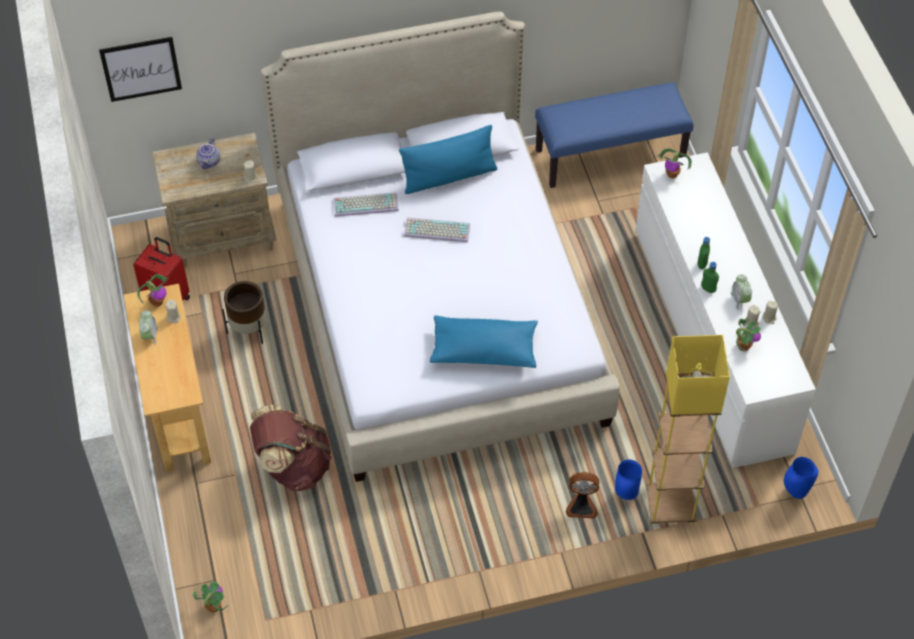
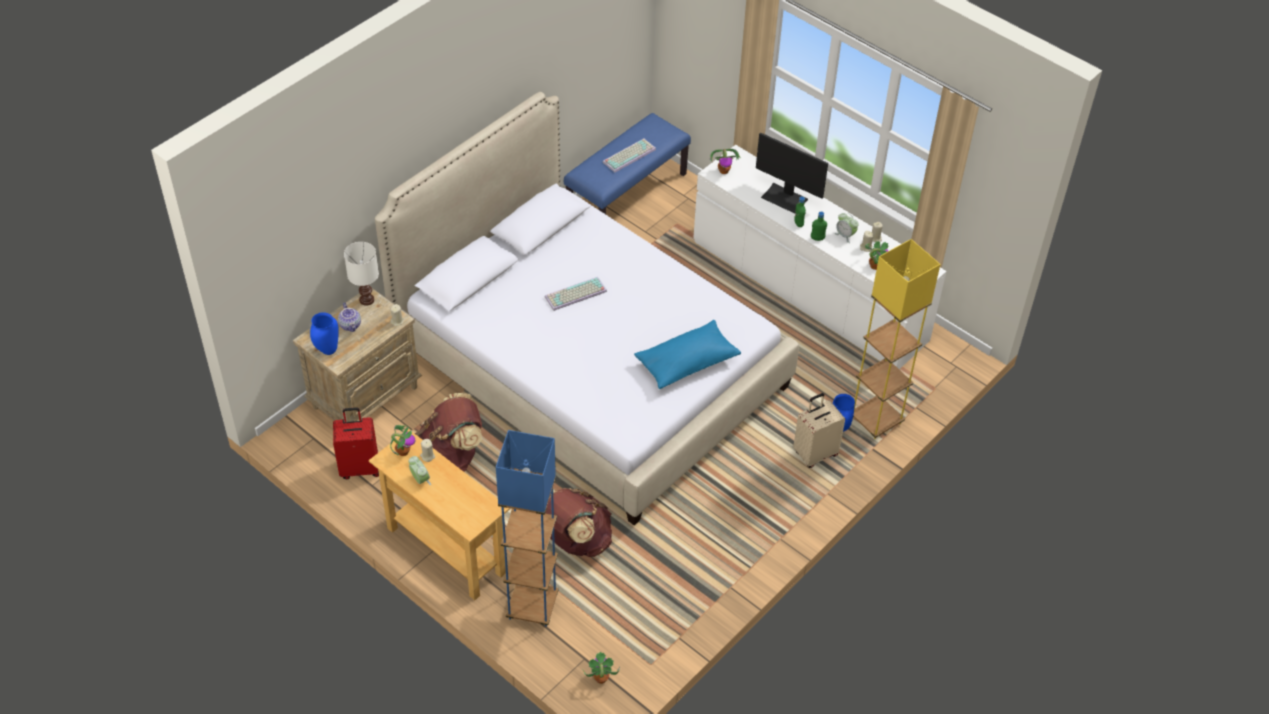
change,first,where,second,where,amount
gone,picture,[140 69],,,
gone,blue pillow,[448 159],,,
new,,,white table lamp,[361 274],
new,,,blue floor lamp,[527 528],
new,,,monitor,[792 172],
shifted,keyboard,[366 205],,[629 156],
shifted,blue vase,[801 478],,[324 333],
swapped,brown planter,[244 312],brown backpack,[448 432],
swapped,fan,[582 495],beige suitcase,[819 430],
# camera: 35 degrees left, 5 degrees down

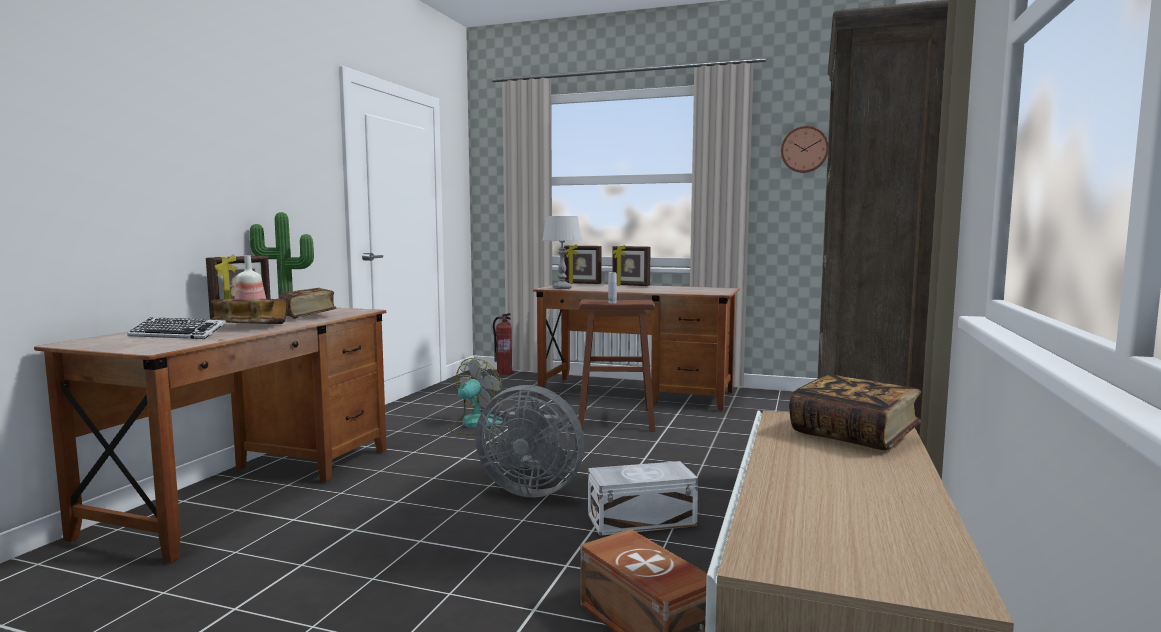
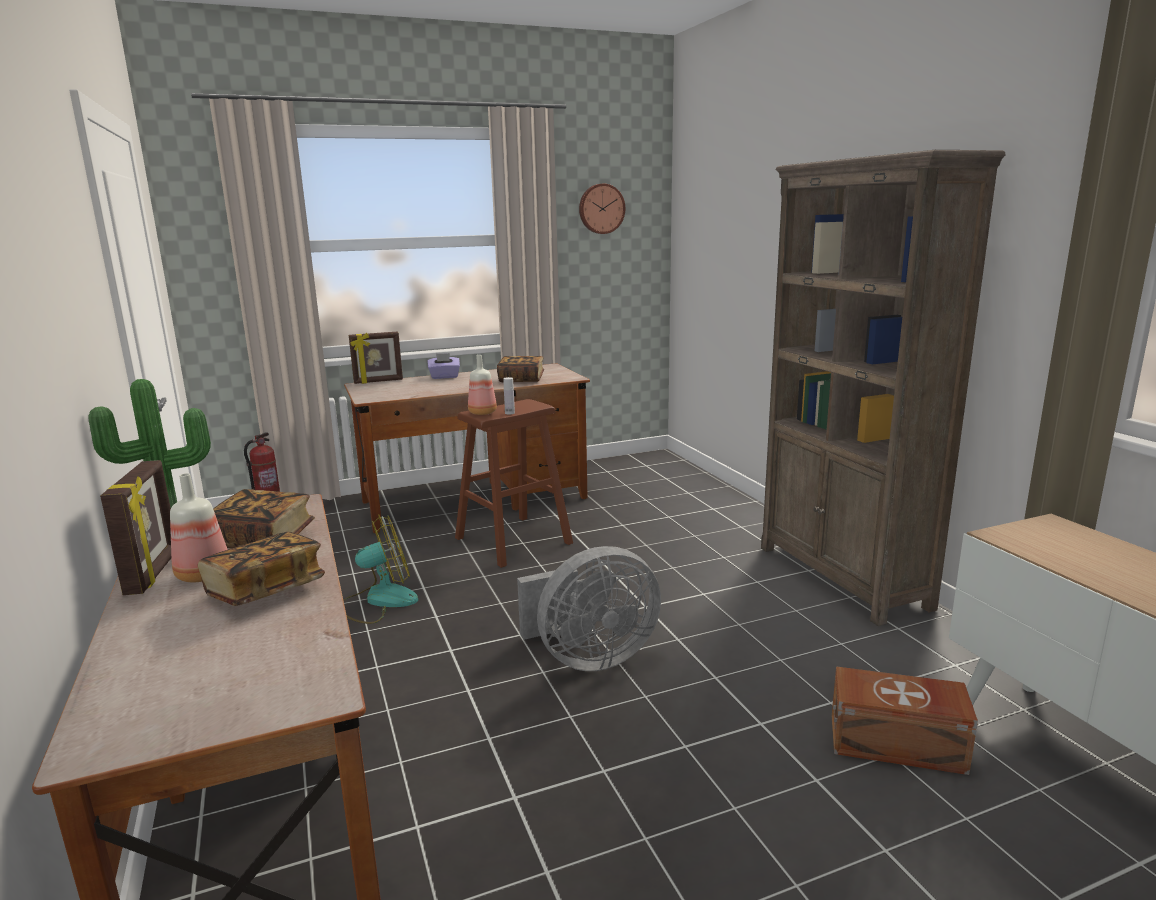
change,first,where,second,where,amount
gone,keyboard,[176 328],,,
gone,grey table lamp,[562 252],,,
gone,white storage box,[643 498],,,
new,,,bottle,[482 385],
shifted,book,[855 412],,[520 369],
swapped,picture frame,[631 265],purple tissue box,[444 366],
rotated,fan,[475 396],,[380 569],75 degrees clockwise
# camera: 40 degrees left, 10 degrees up

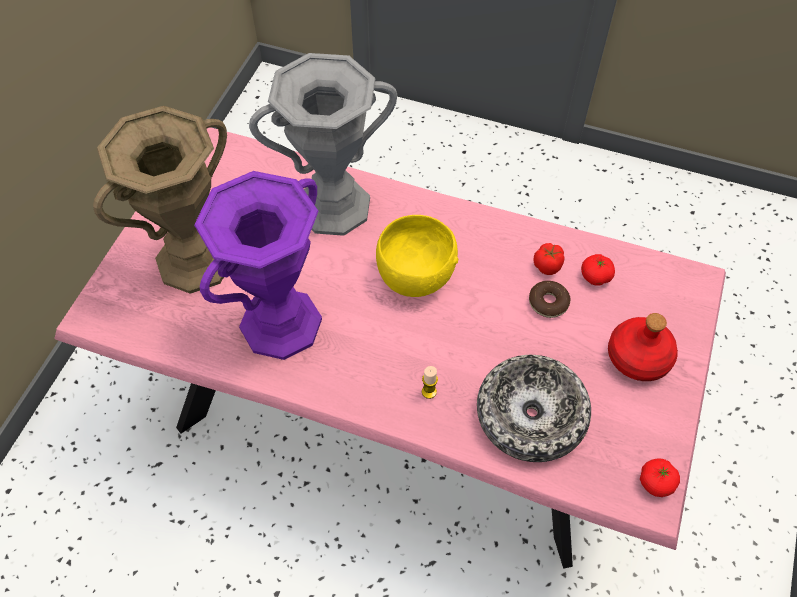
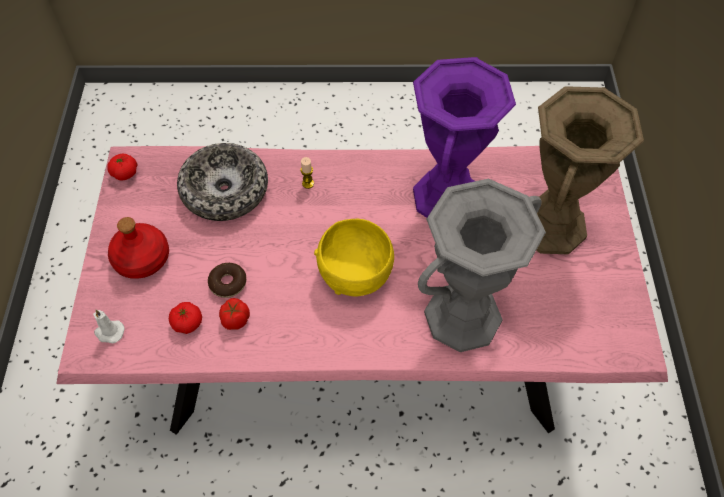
change,first,where,second,where,amount
new,,,white candle,[109 326],
# camera: 160 degrees right, 0 degrees up

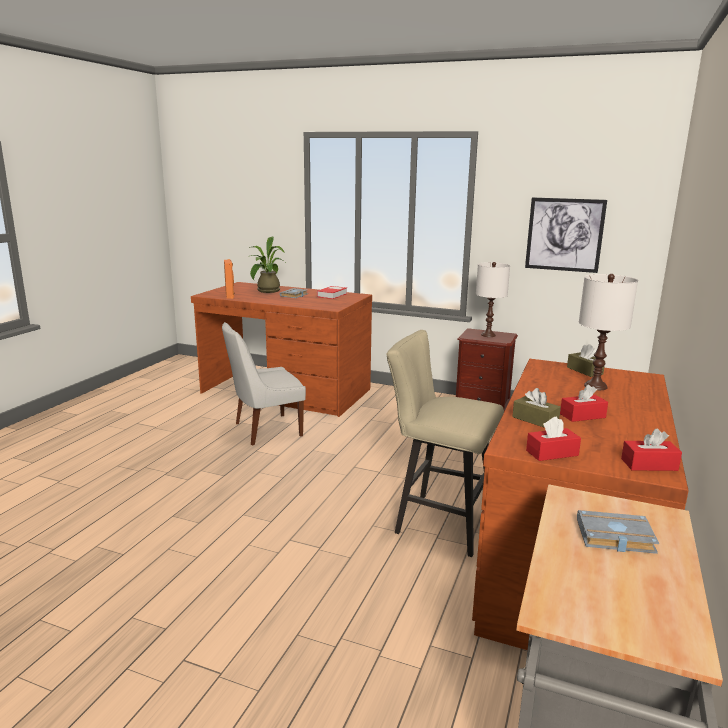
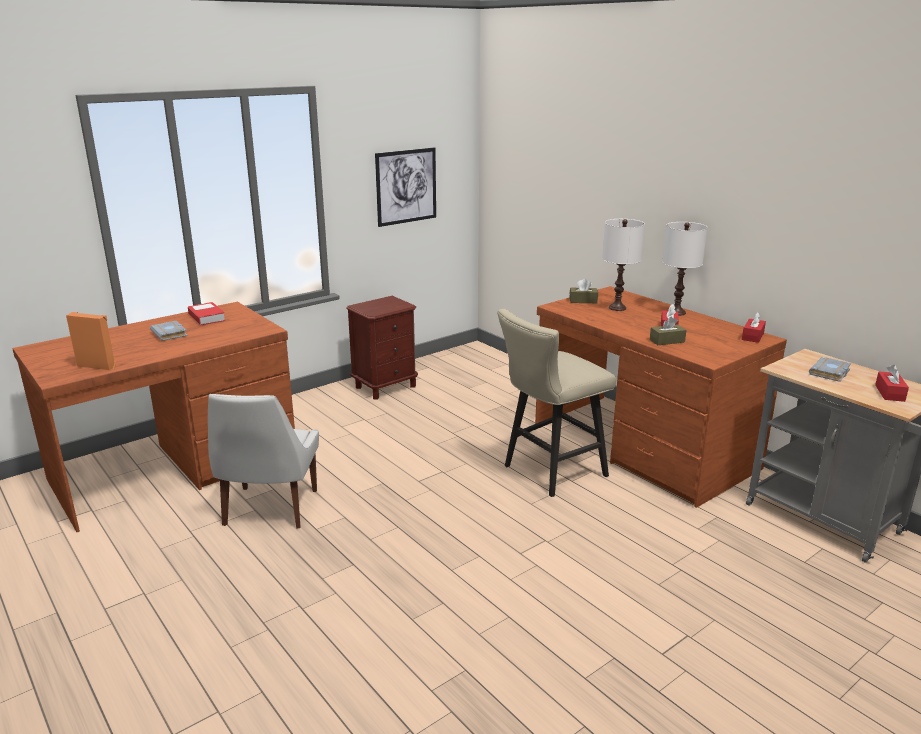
change,first,where,second,where,amount
gone,potted plant,[267 265],,,
shifted,white table lamp,[493 299],,[685 269],
shifted,red tissue box,[553 438],,[892 383],
# camera: 60 degrees left, 5 degrees up

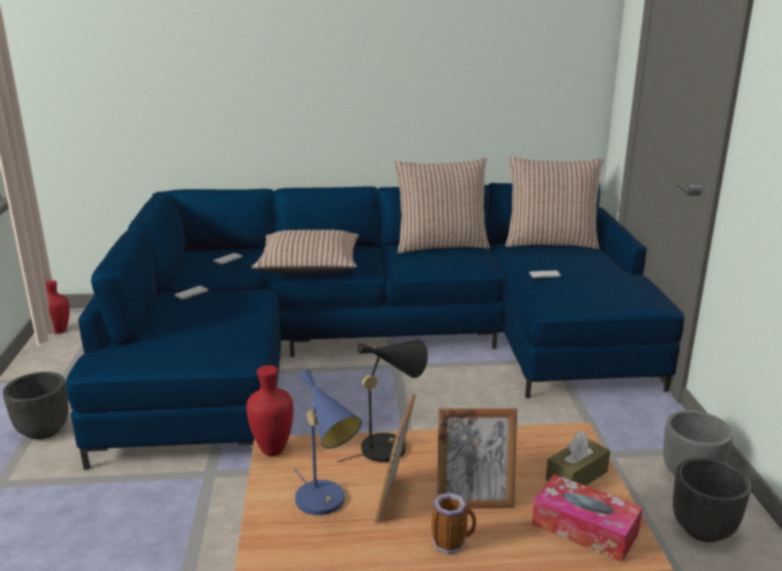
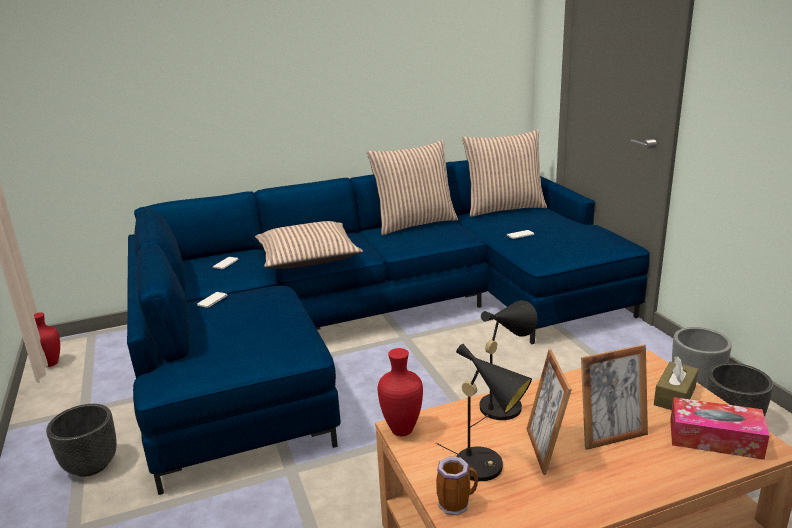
change,first,where,second,where,amount
shifted,mug,[454 523],,[457 485],
repainted,blue table lamp,[328 442],black table lamp,[484 412],
# camera: 15 degrees left, 0 degrees up

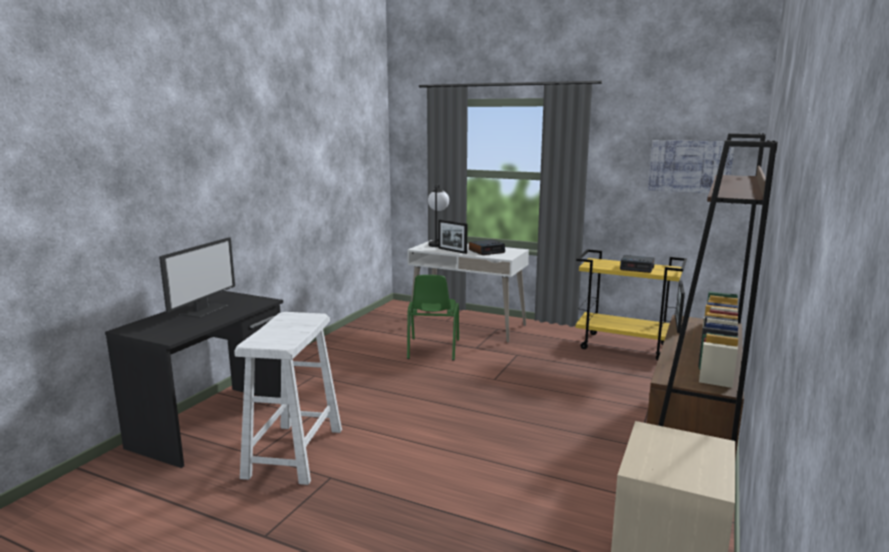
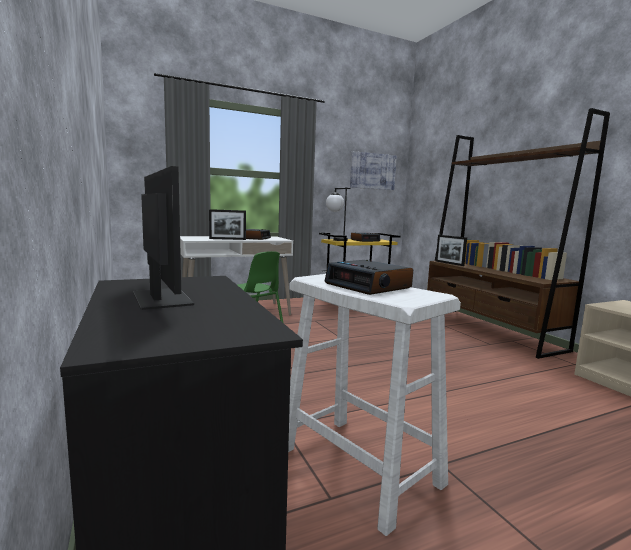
change,first,where,second,where,amount
new,,,alarm clock,[369 277],
shifted,table lamp,[438 215],,[338 214],
# camera: 50 degrees left, 5 degrees down

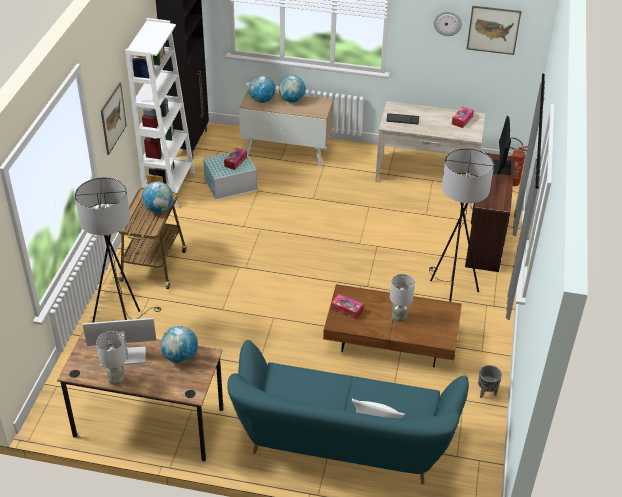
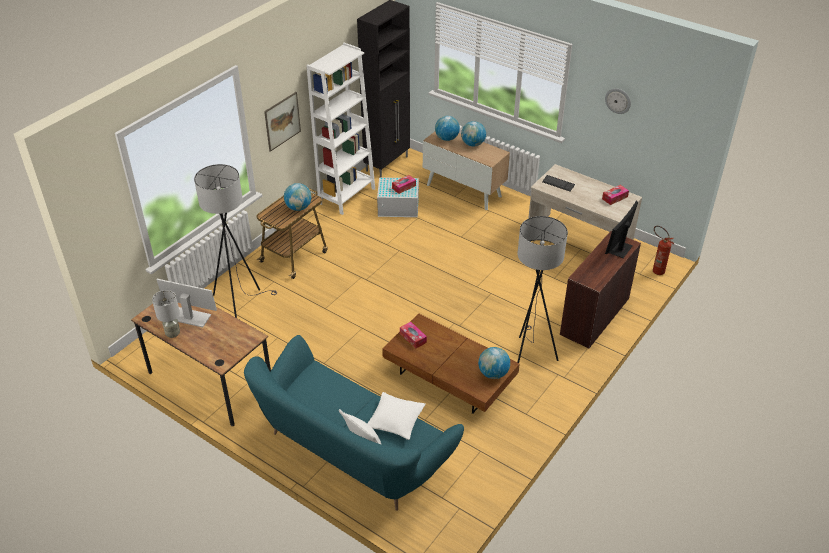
change,first,where,second,where,amount
gone,grey table lamp,[402 298],,,
gone,picture,[494 30],,,
gone,grey planter,[490 382],,,
new,,,white pillow,[396 416],
shifted,globe,[179 344],,[494 363],
# camera: 25 degrees right, 0 degrees up

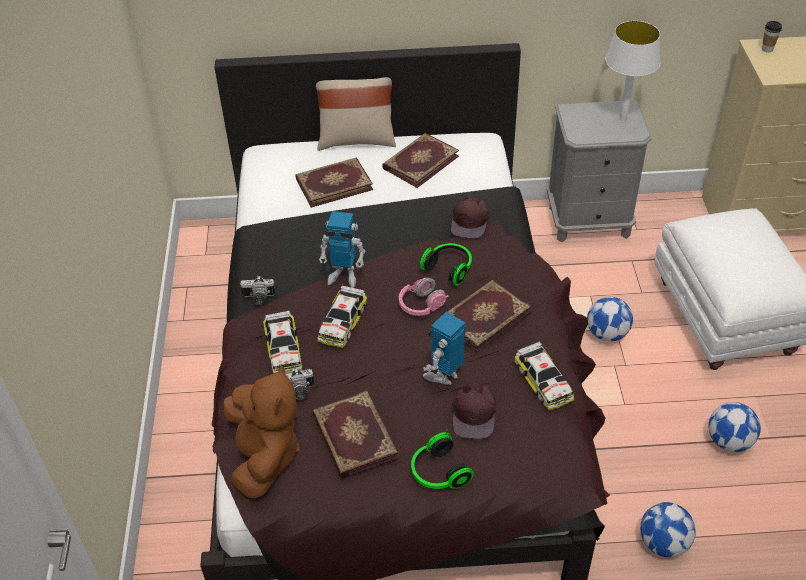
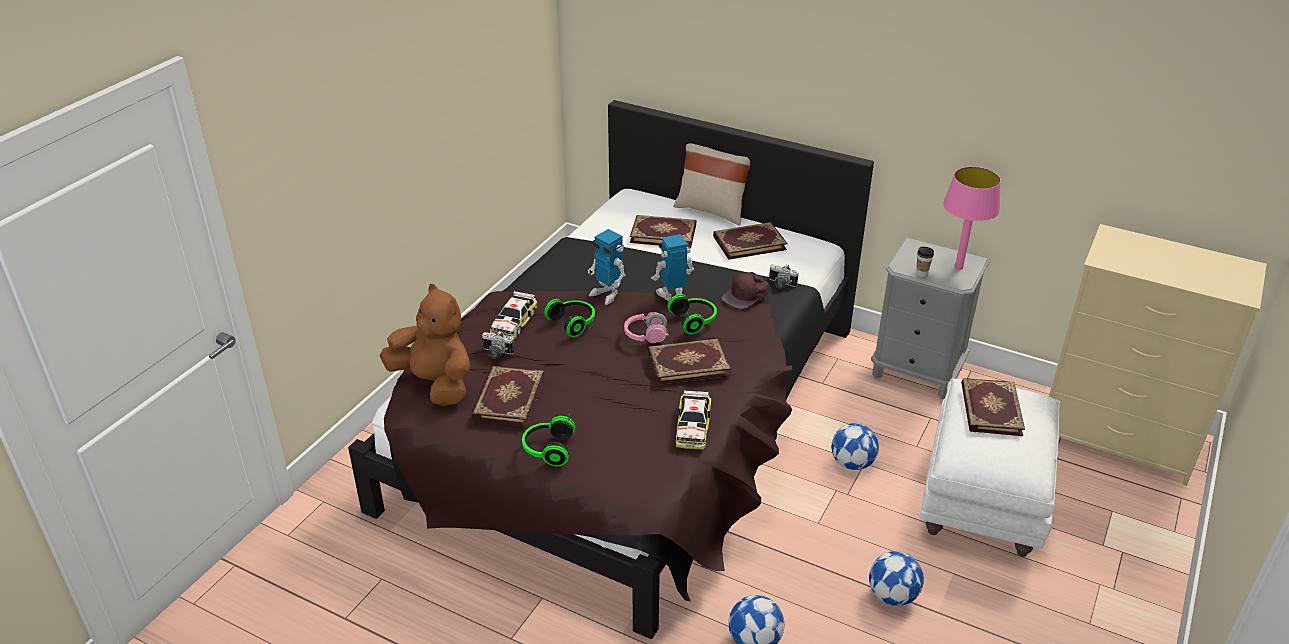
change,first,where,second,where,amount
gone,brown cap,[474 411],,,
new,,,book,[993 407],
shifted,photo camera,[258 290],,[784 276],
shifted,toy robot,[444 348],,[672 267],
shifted,cup,[772 36],,[925 261],
swapped,toy car,[342 317],headphones,[569 318],
repainted,white table lamp,[632 71],pink table lamp,[972 218],
rotated,brown plush toy,[261 431],,[425 345],75 degrees counterclockwise
# camera: 30 degrees right, 10 degrees down

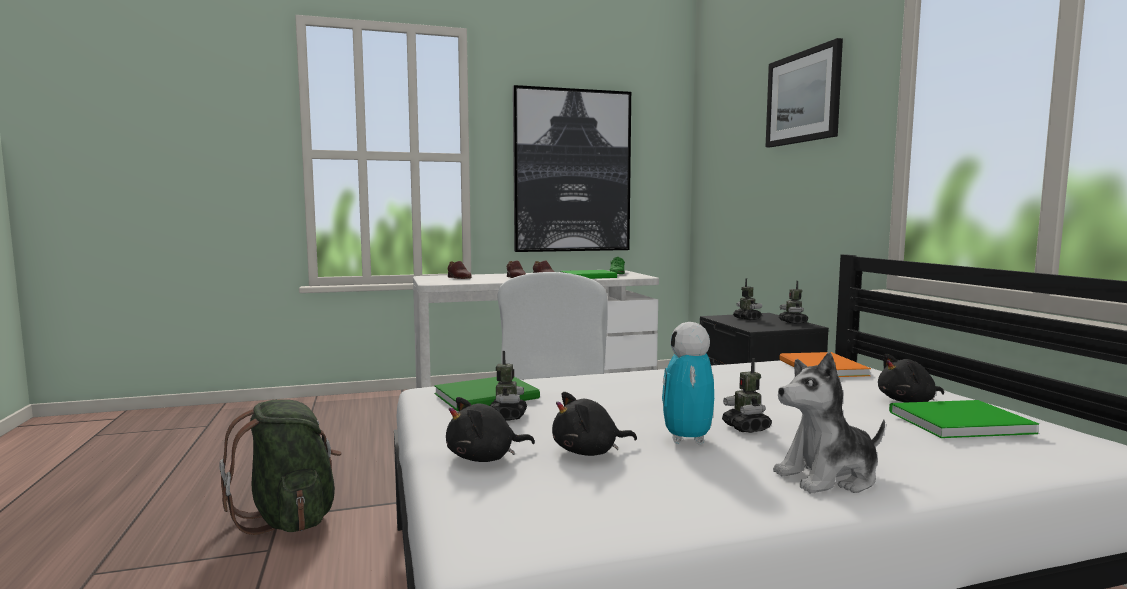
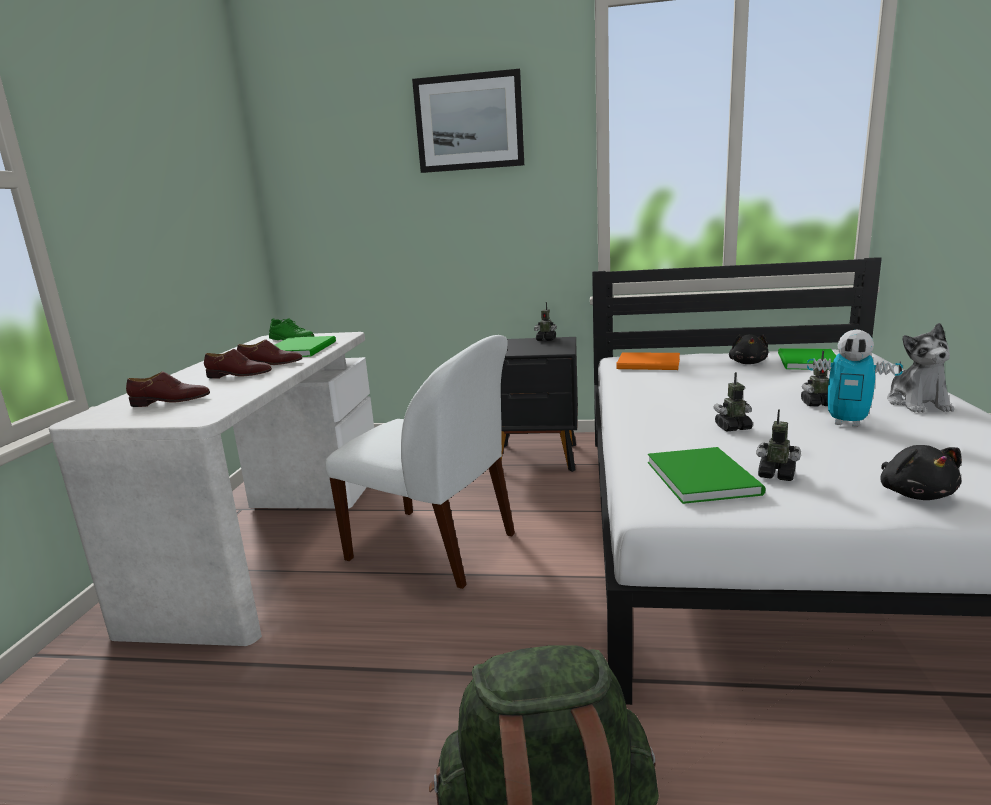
change,first,where,second,where,amount
gone,picture,[572 168],,,
gone,black plush toy,[594 424],,,
shifted,toy robot,[747 299],,[733 401],
# camera: 65 degrees left, 10 degrees up

